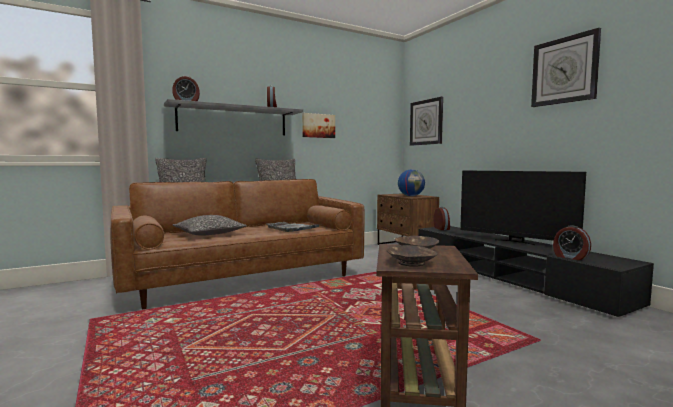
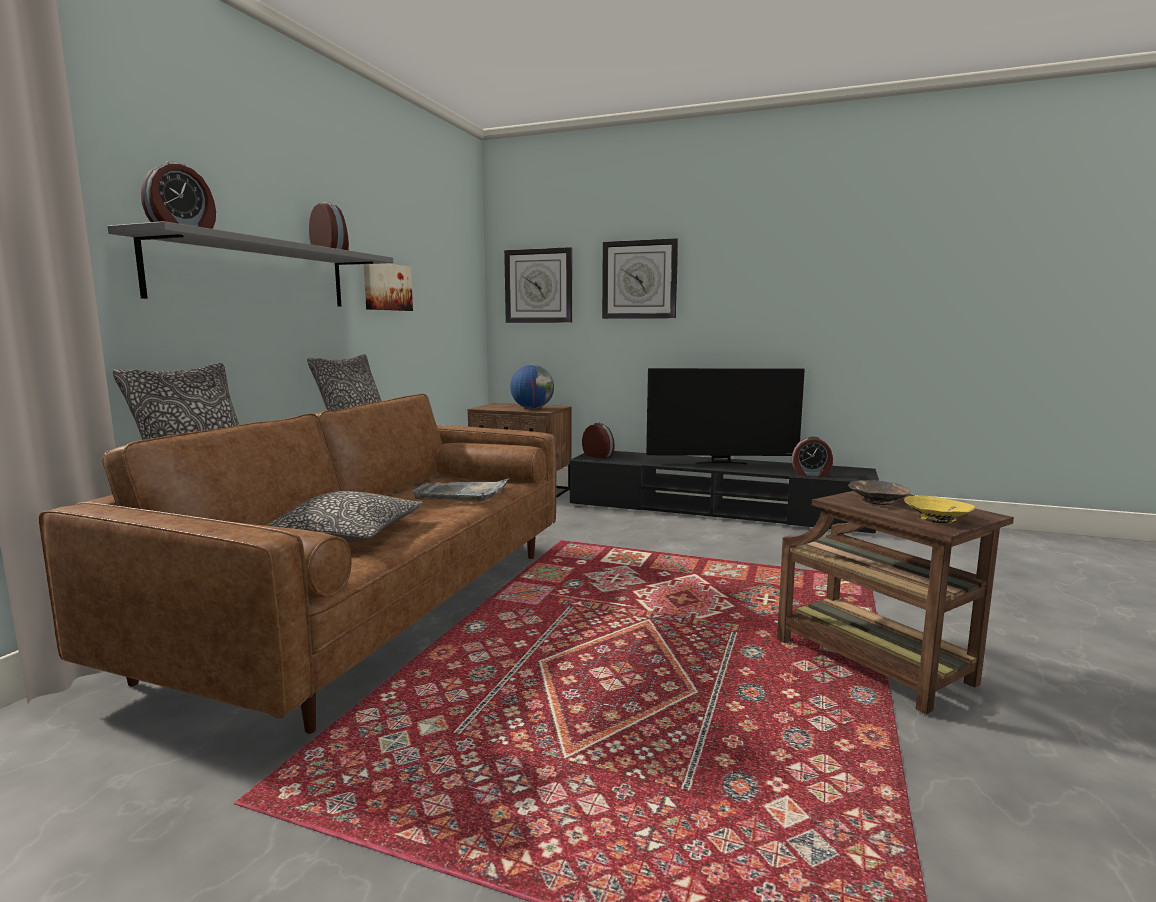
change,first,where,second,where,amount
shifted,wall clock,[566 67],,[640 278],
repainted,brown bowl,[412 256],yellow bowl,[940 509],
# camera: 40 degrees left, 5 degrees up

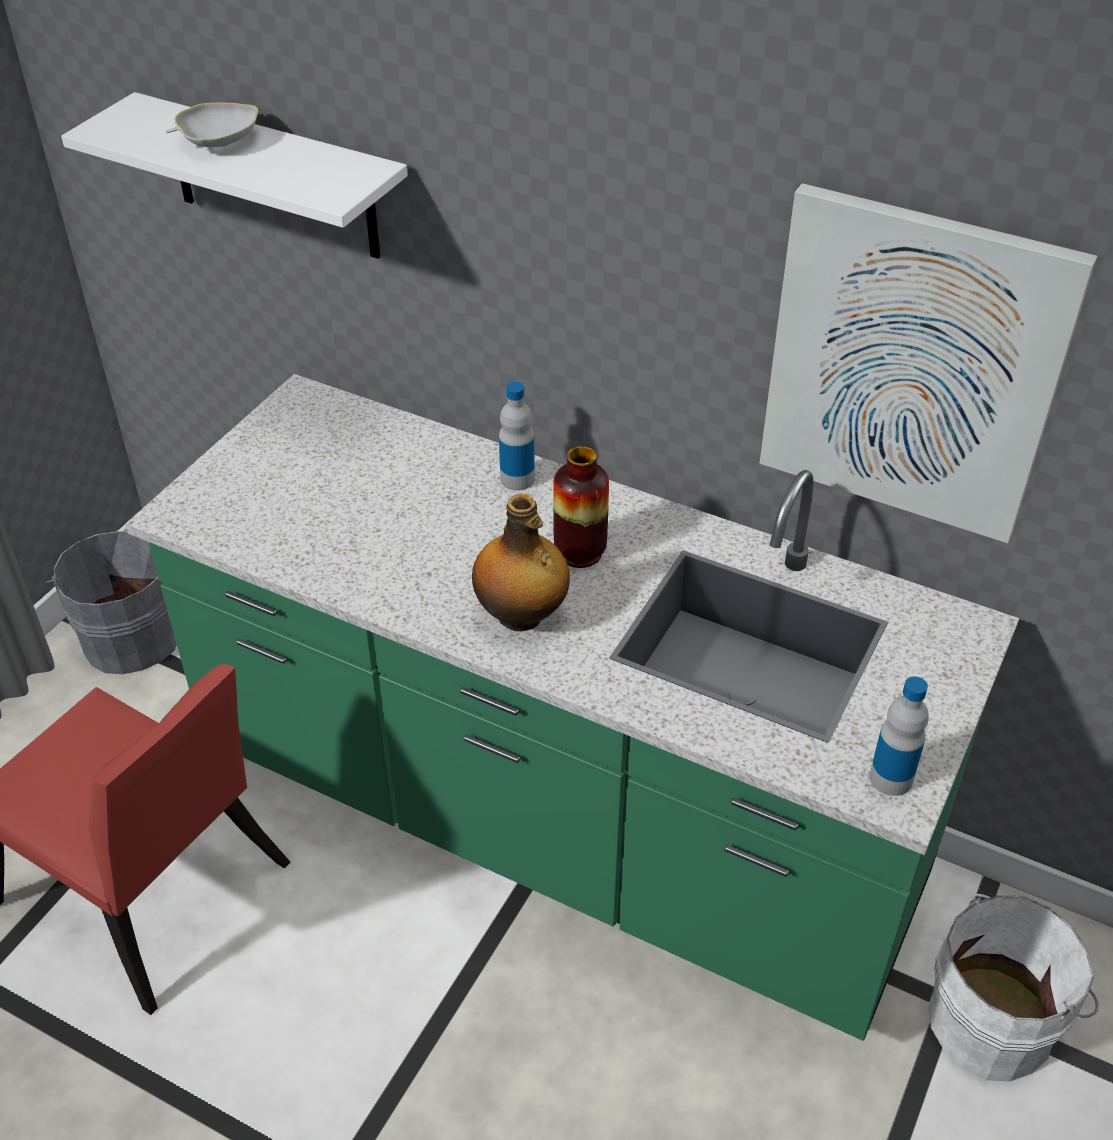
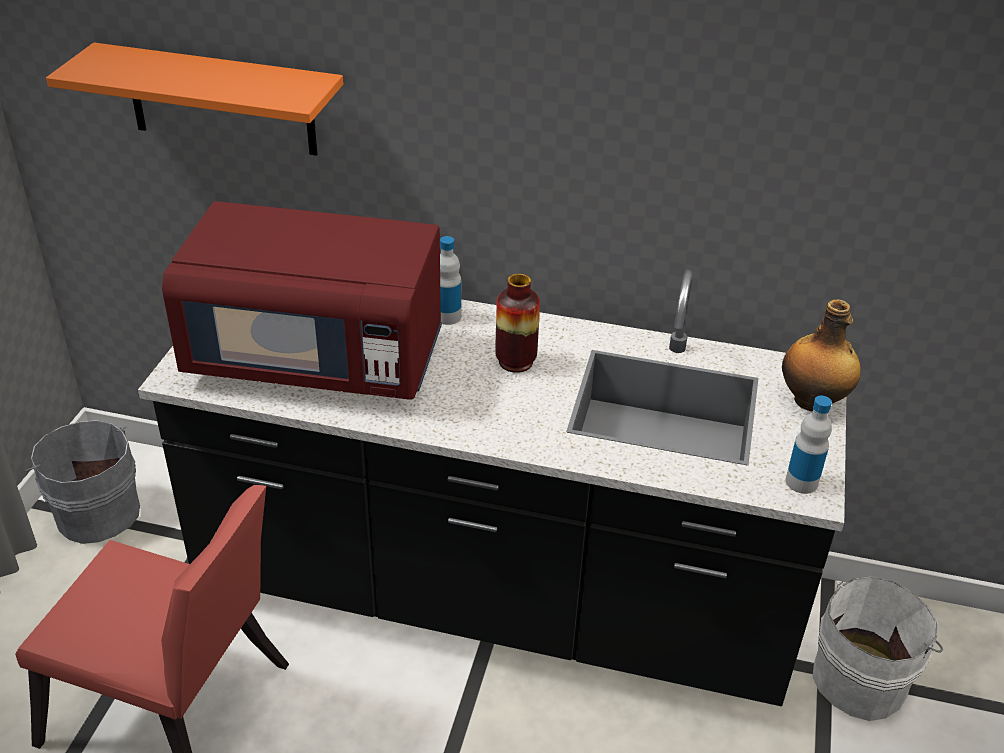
change,first,where,second,where,amount
gone,white bowl,[211 125],,,
gone,picture,[928 363],,,
new,,,red microwave,[302 300],
shifted,bottle,[521 562],,[821 355],
repainted,white shelf,[234 175],orange shelf,[194 99],
repainted,green counter,[572 707],black counter,[492 488],
# camera: 15 degrees left, 5 degrees down

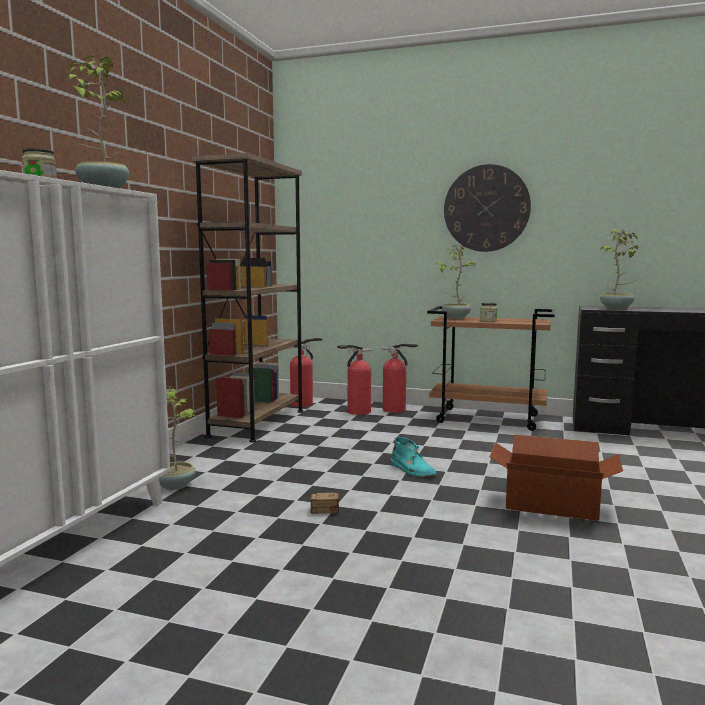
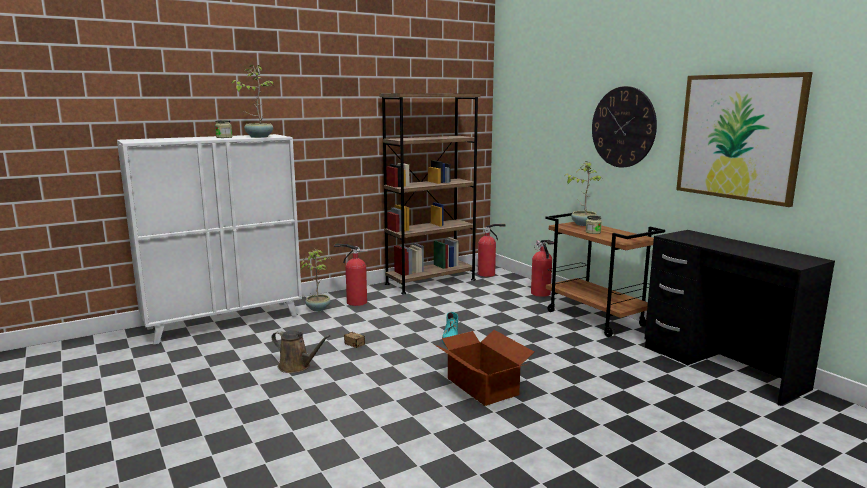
change,first,where,second,where,amount
gone,potted plant,[619 269],,,
new,,,brown watering can,[301 351],
new,,,picture,[744 139],
shifted,fire extinguisher,[354 380],,[351 274],
# camera: 40 degrees right, 5 degrees up

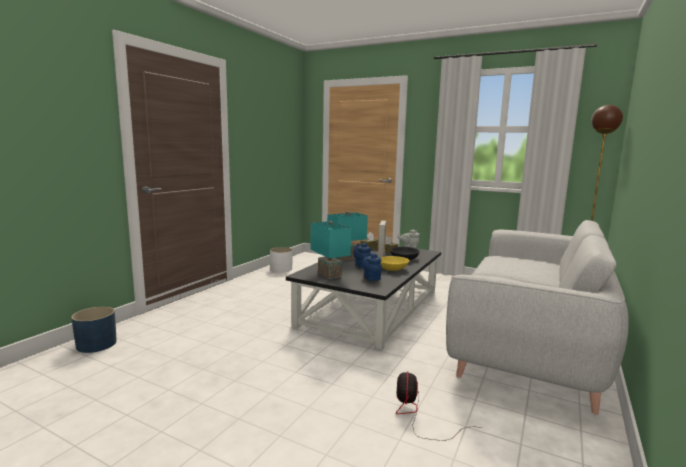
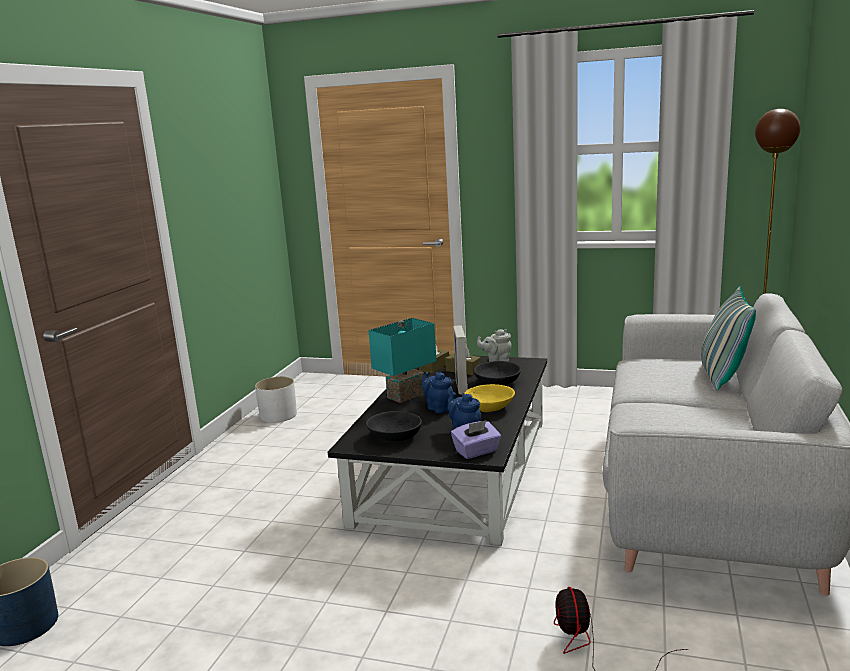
change,first,where,second,where,amount
new,,,purple tissue box,[476 439],
new,,,pillow,[728 338],
swapped,turquoise table lamp,[331 250],black bowl,[394 426],
# camera: 10 degrees left, 5 degrees up

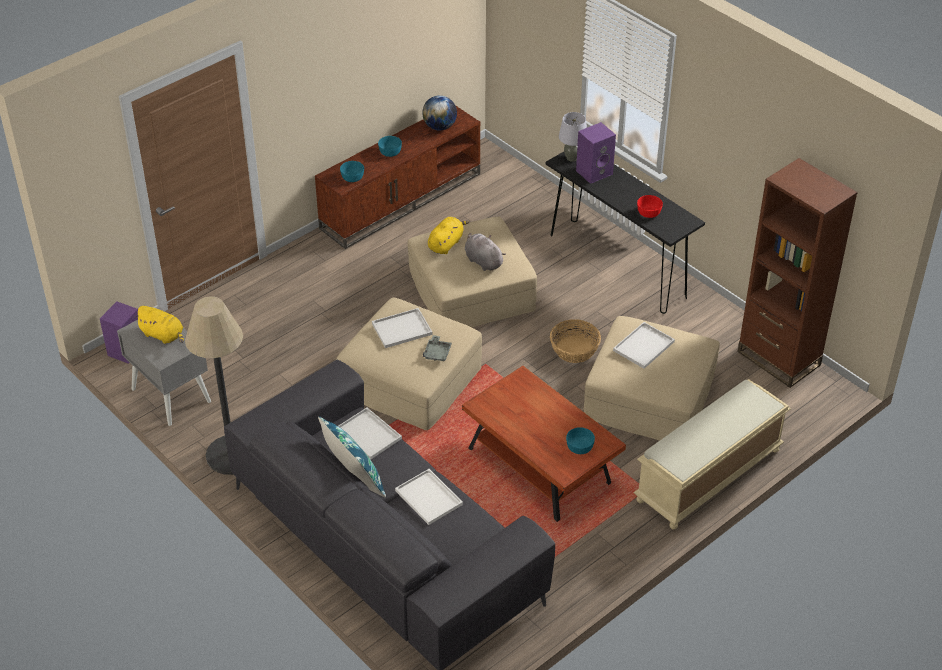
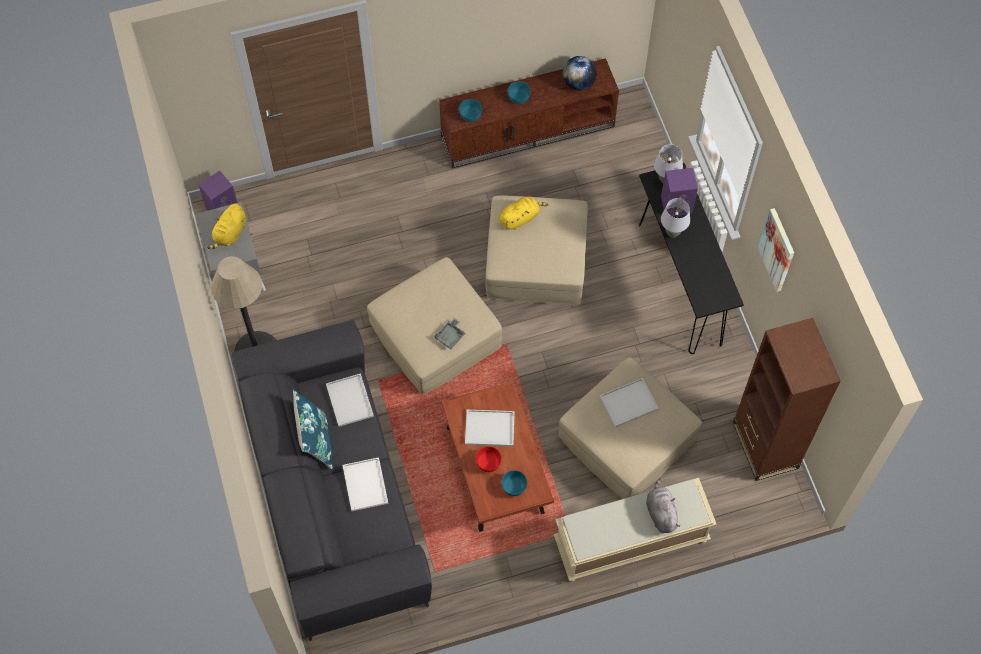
change,first,where,second,where,amount
gone,basket,[575 341],,,
new,,,grey table lamp,[675 218],
new,,,picture,[776 250],
shifted,white tray,[402 328],,[490 428],
shifted,grey plush toy,[485 252],,[663 505],
shifted,red bowl,[650 206],,[488 459],
rotated,yellow plush toy,[159 325],,[226 226],60 degrees clockwise
# camera: 25 degrees right, 20 degrees up

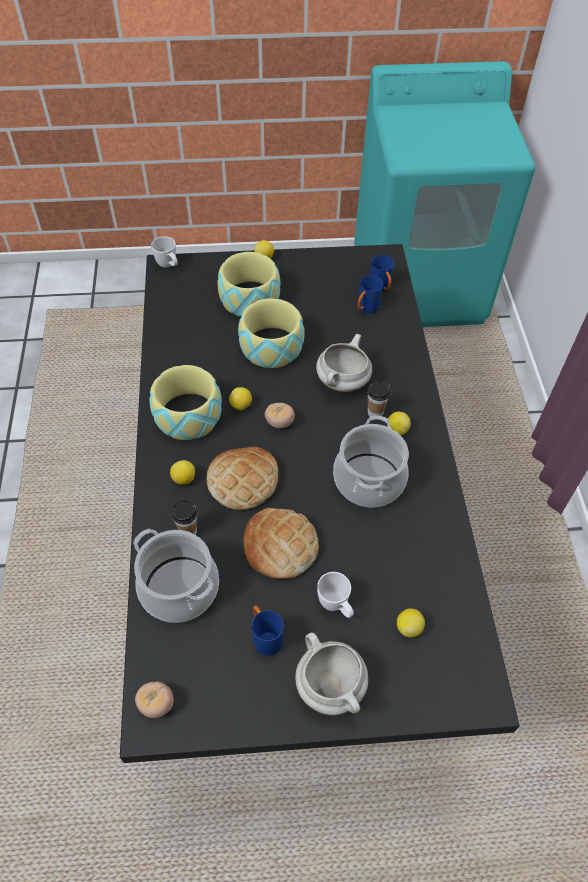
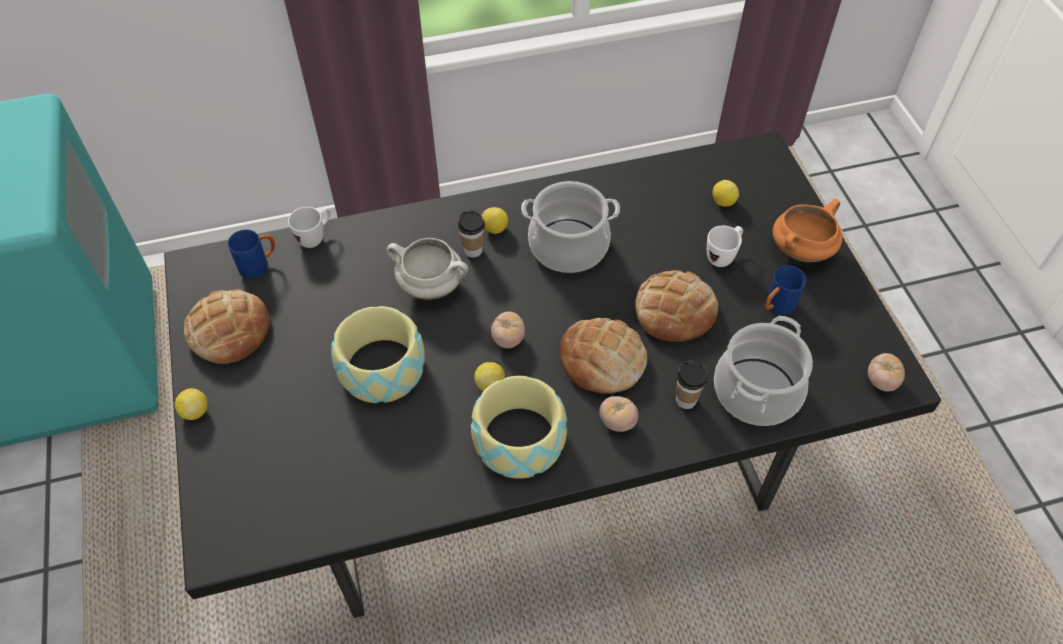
change,first,where,second,where,amount
gone,bowl,[249 284],,,
gone,blue mug,[370 294],,,
new,,,bread,[227 326],
shifted,white mug,[164 252],,[309 227],
swapped,lemon,[182 472],tomato,[618 414],
repainted,white cooking pot,[331 673],orange cooking pot,[808 230],
# camera: 100 degrees left, 0 degrees up

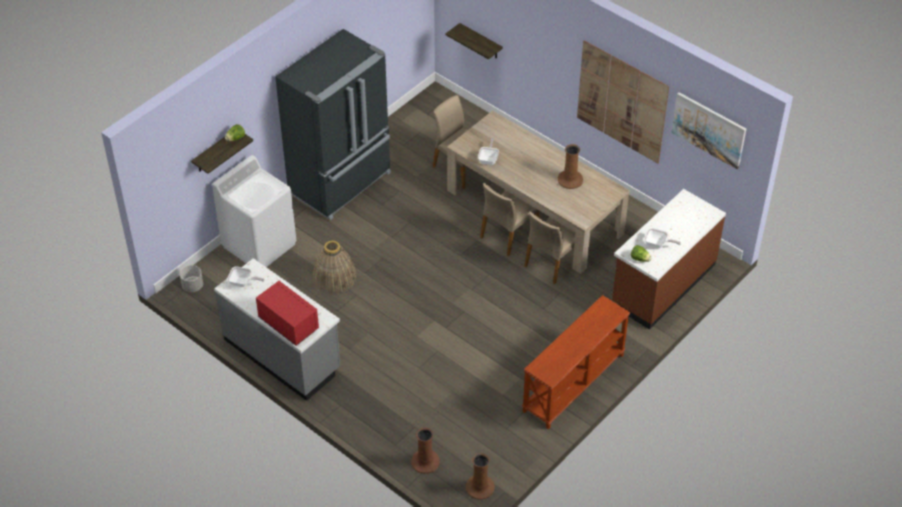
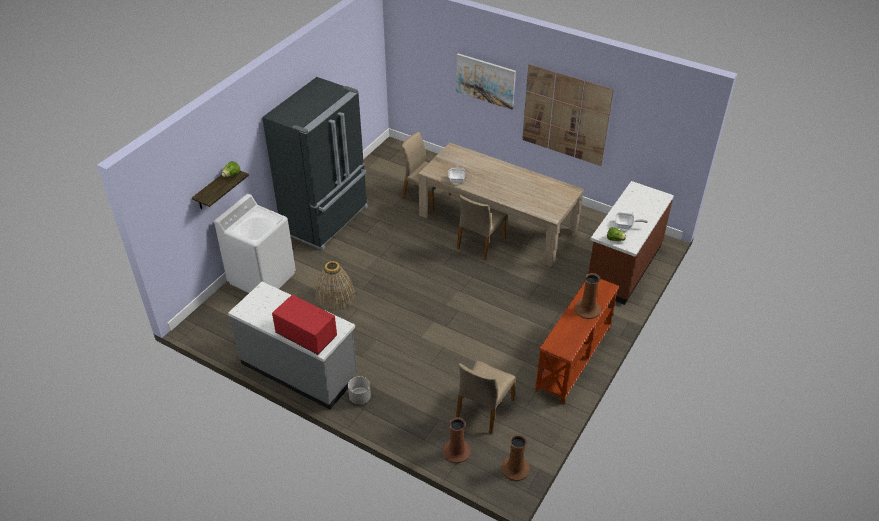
change,first,where,second,where,amount
gone,frying pan,[245 276],,,
gone,shelf,[474 41],,,
shifted,grey planter,[191 278],,[359 390],
shifted,beige chair,[549 247],,[486 397],
shifted,brown vase,[570 166],,[587 296],
shifted,picture,[709 130],,[486 81],
# camera: 10 degrees left, 5 degrees down

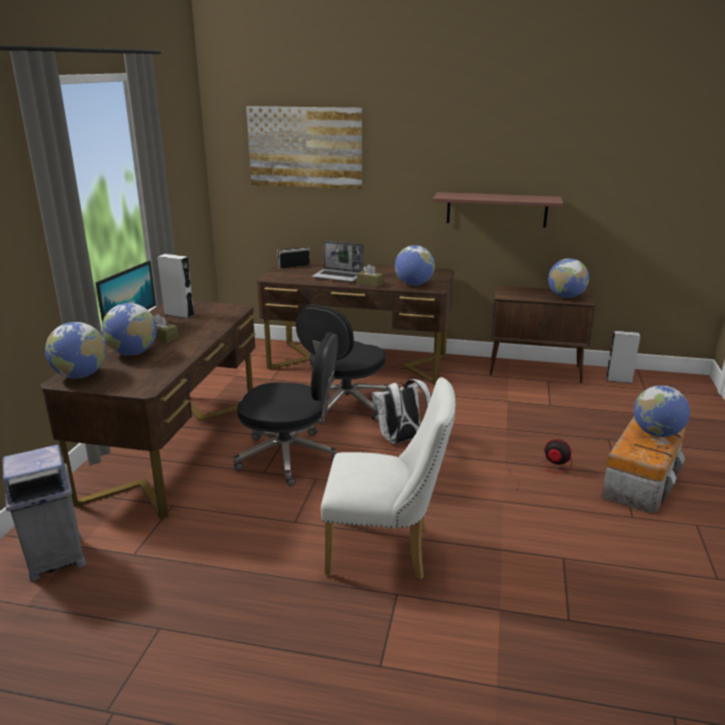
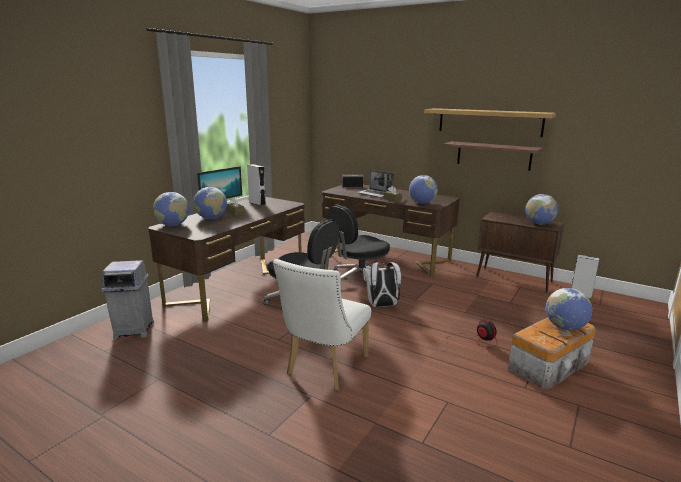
change,first,where,second,where,amount
gone,picture,[304 147],,,
new,,,shelf,[490 122],
rotated,white chair,[388 478],,[322 324],90 degrees clockwise
# camera: 20 degrees right, 5 degrees down

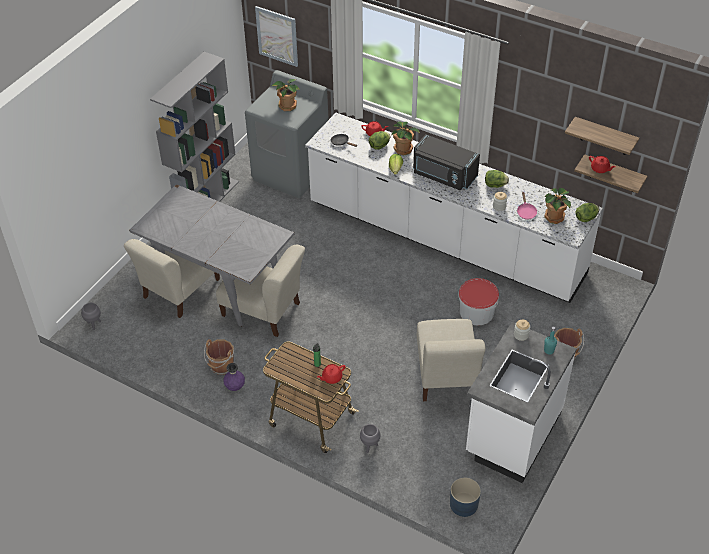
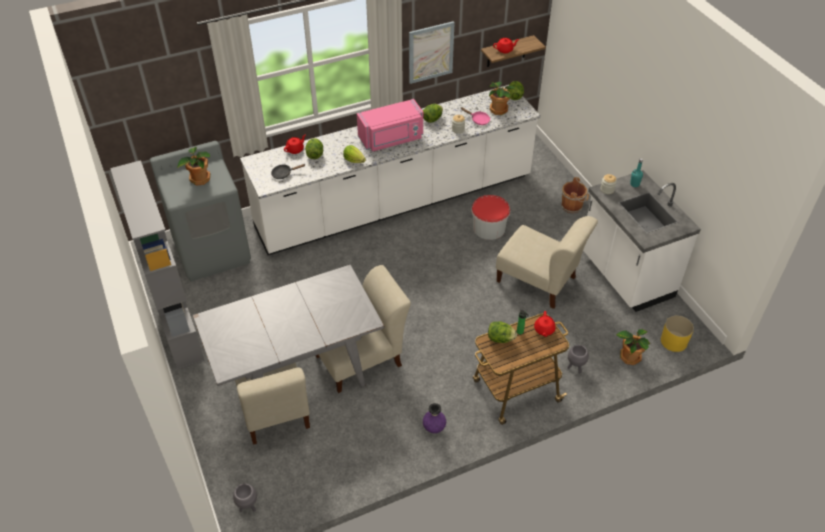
change,first,where,second,where,amount
gone,brown bucket,[219 357],,,
gone,shelf,[602 136],,,
new,,,lettuce,[502 332],
shifted,picture,[276 36],,[432 52],
shifted,potted plant,[405 138],,[633 347],
repainted,black microwave,[446 162],pink microwave,[390 125],
repainted,blue planter,[465 497],yellow planter,[677 333],
# camera: 55 degrees left, 0 degrees up

